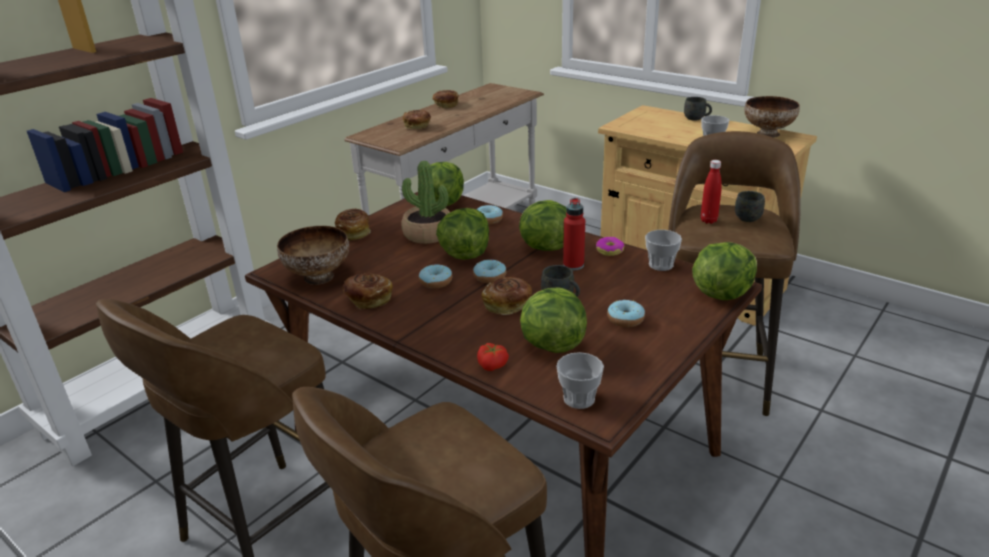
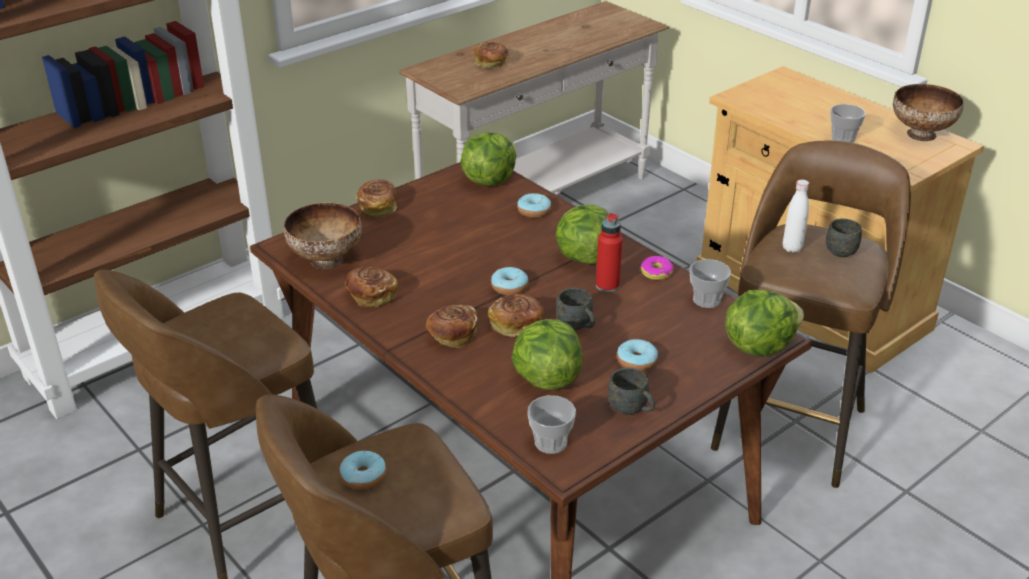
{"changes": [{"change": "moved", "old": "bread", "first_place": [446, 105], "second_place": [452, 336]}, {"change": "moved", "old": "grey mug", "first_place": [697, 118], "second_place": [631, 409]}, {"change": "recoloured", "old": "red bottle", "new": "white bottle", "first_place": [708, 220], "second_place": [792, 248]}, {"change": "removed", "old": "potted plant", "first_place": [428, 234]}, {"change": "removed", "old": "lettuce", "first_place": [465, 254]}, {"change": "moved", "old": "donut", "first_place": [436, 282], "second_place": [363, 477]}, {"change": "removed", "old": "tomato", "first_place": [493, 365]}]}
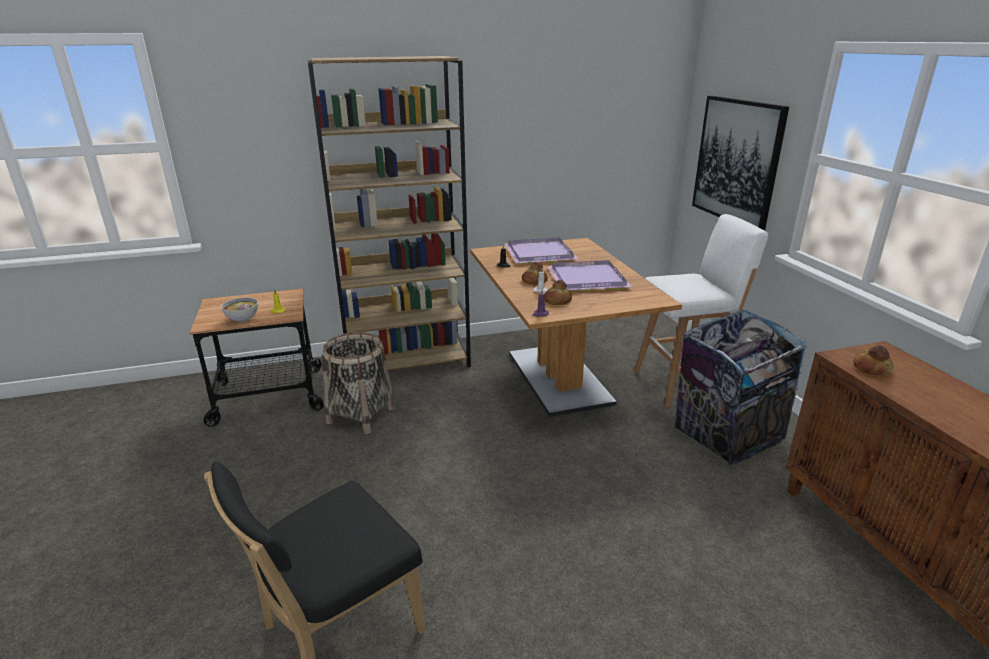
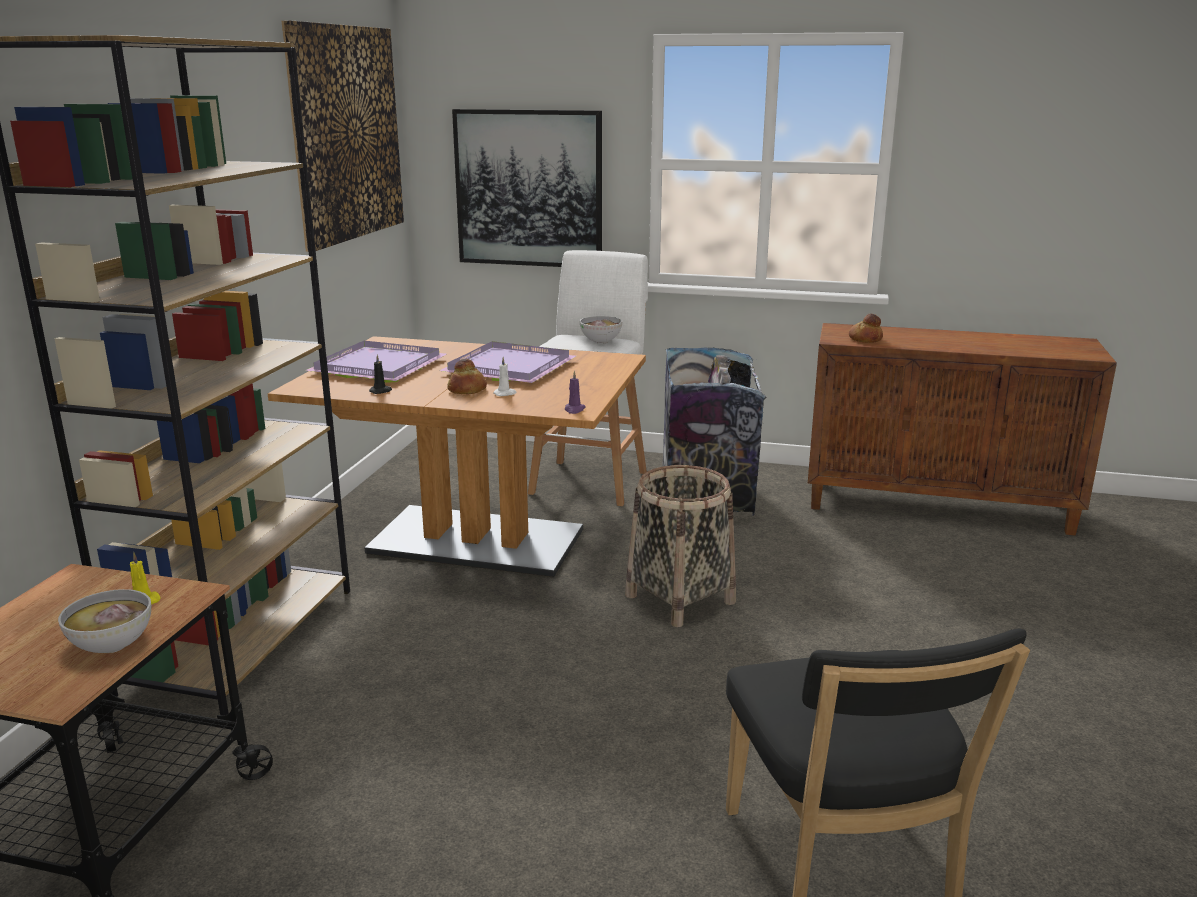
{"changes": [{"change": "removed", "old": "bread", "first_place": [557, 301]}, {"change": "moved", "old": "basket", "first_place": [361, 415], "second_place": [680, 598]}, {"change": "added", "new": "picture", "second_place": [346, 134]}, {"change": "added", "new": "bowl", "second_place": [601, 341]}]}
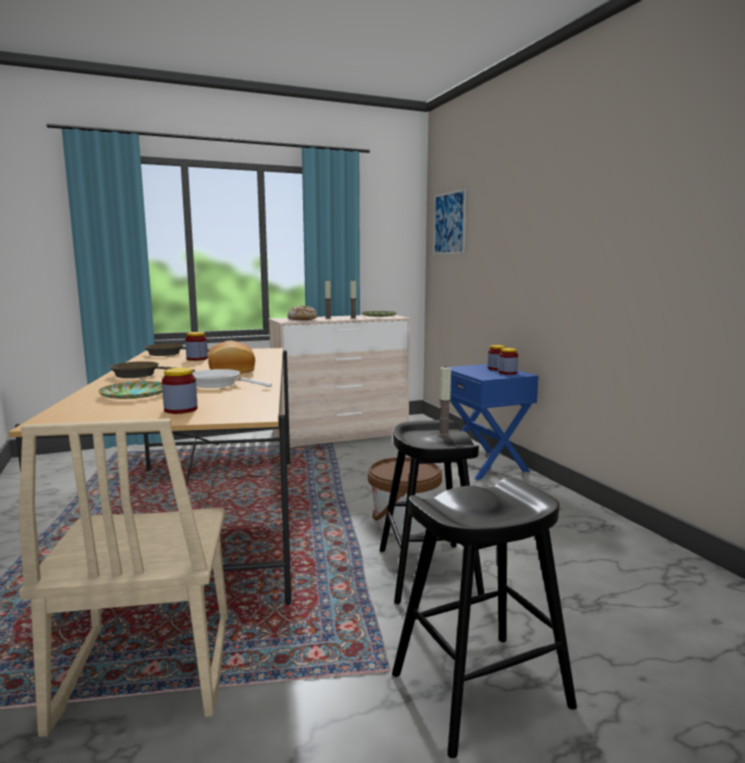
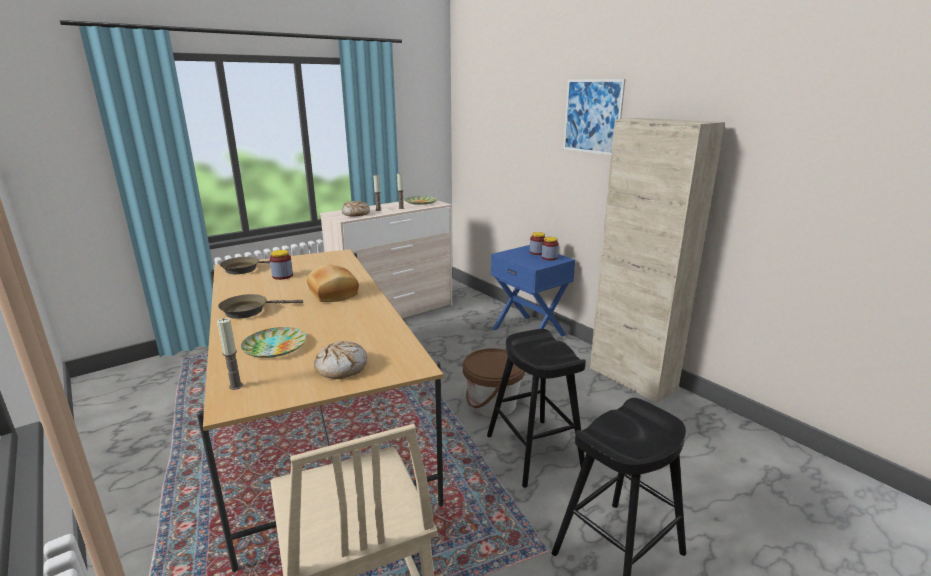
{"changes": [{"change": "moved", "old": "picture", "first_place": [449, 223], "second_place": [592, 116]}, {"change": "moved", "old": "candle", "first_place": [444, 433], "second_place": [236, 386]}, {"change": "replaced", "old": "jar", "new": "bread", "first_place": [181, 410], "second_place": [342, 367]}, {"change": "removed", "old": "white frying pan", "first_place": [219, 384]}, {"change": "added", "new": "beige cabinet", "second_place": [632, 379]}]}
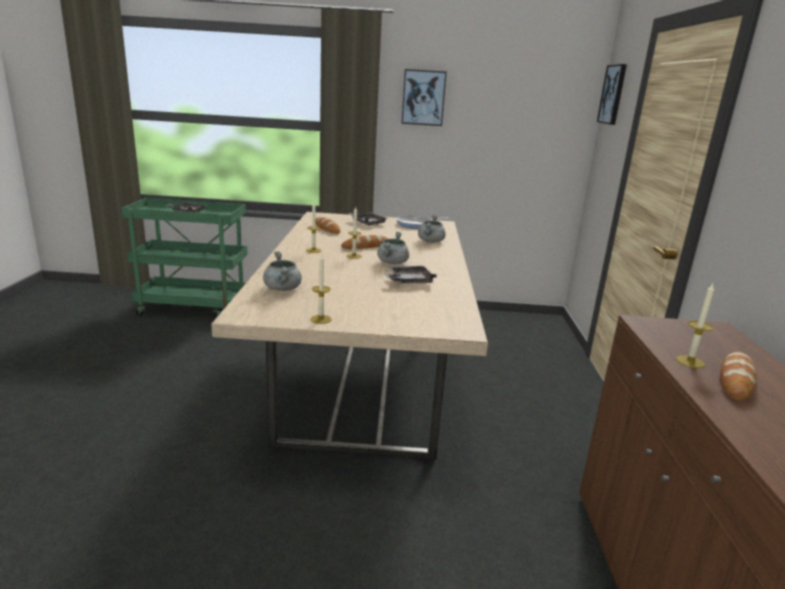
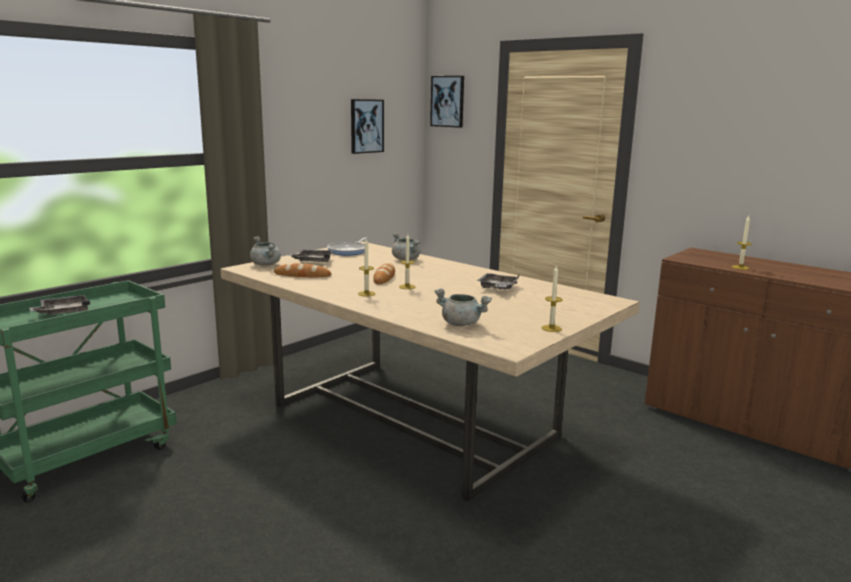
{"changes": [{"change": "moved", "old": "picture", "first_place": [423, 97], "second_place": [366, 126]}, {"change": "moved", "old": "grey cooking pot", "first_place": [393, 263], "second_place": [266, 264]}, {"change": "removed", "old": "bread", "first_place": [736, 380]}]}
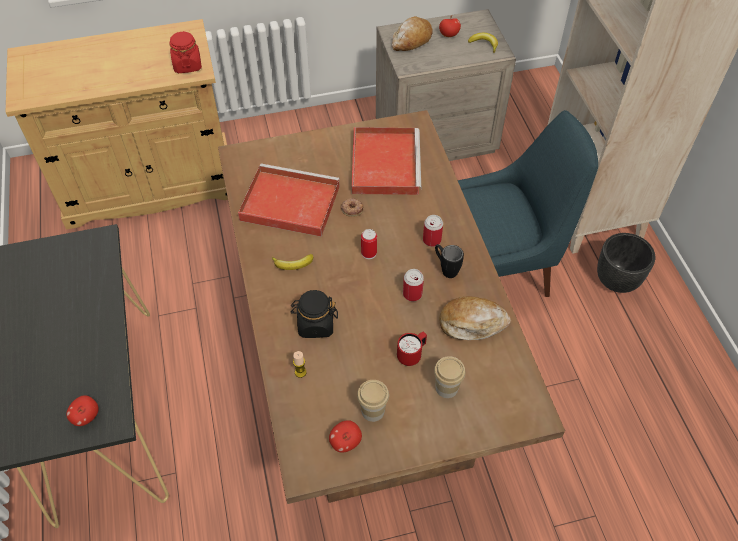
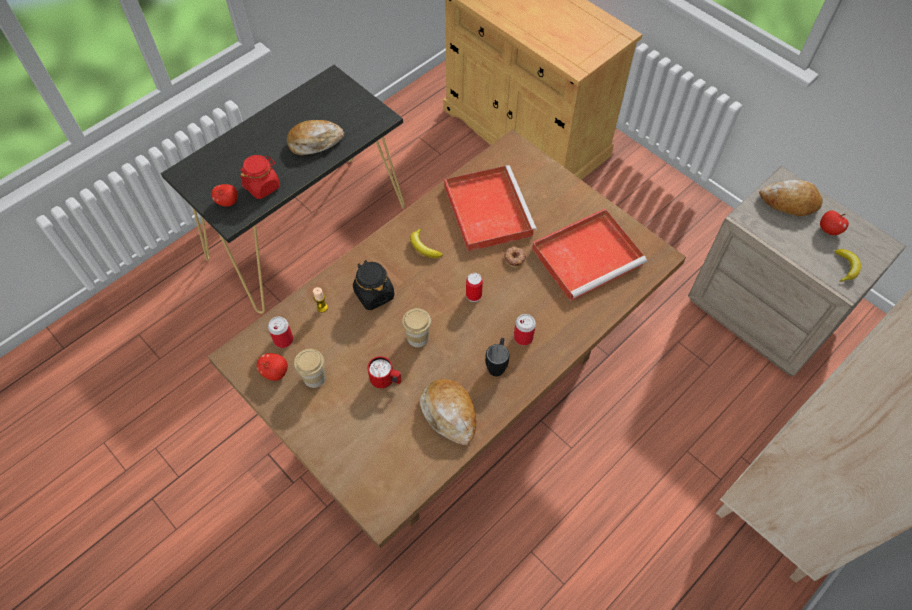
{"changes": [{"change": "moved", "old": "red jar", "first_place": [187, 65], "second_place": [262, 186]}, {"change": "removed", "old": "blue chair", "first_place": [501, 267]}, {"change": "removed", "old": "black planter", "first_place": [616, 281]}, {"change": "moved", "old": "can", "first_place": [412, 294], "second_place": [283, 340]}, {"change": "moved", "old": "cup", "first_place": [446, 388], "second_place": [417, 338]}, {"change": "added", "new": "bread", "second_place": [315, 142]}]}
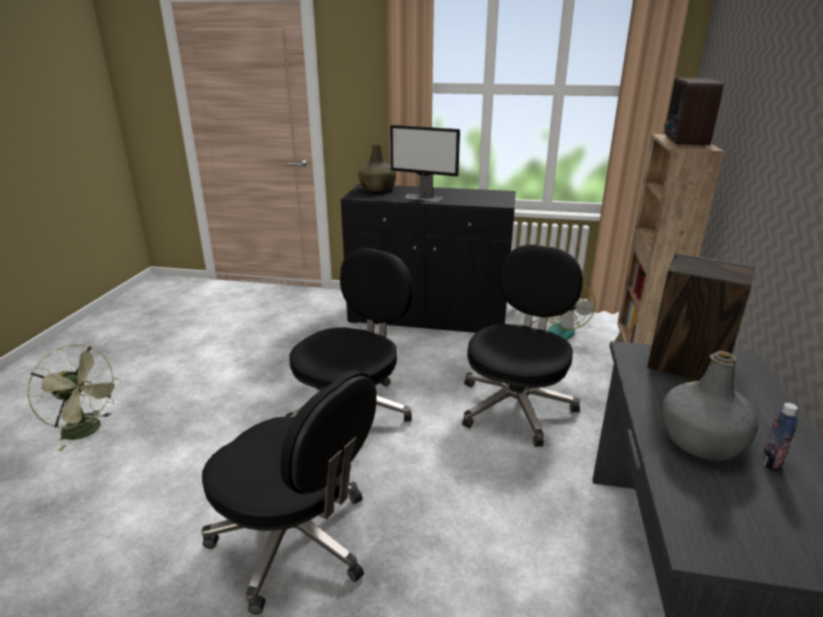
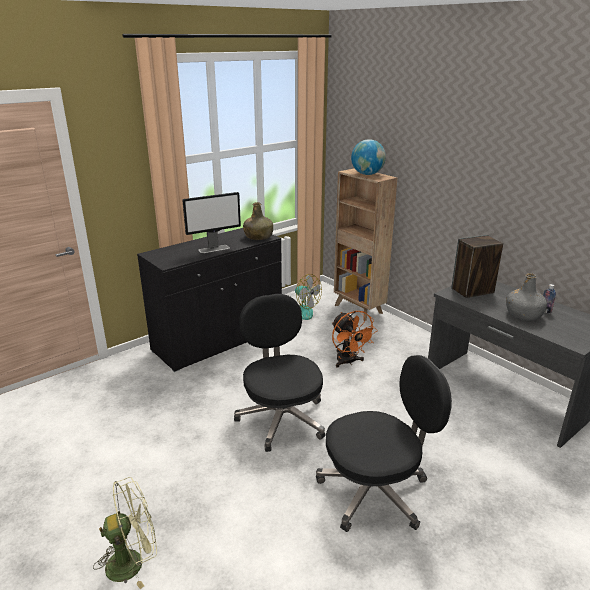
{"changes": [{"change": "replaced", "old": "radio", "new": "globe", "first_place": [684, 141], "second_place": [367, 174]}, {"change": "moved", "old": "green bottle", "first_place": [378, 189], "second_place": [258, 237]}, {"change": "replaced", "old": "black office chair", "new": "orange fan", "first_place": [516, 406], "second_place": [348, 362]}]}
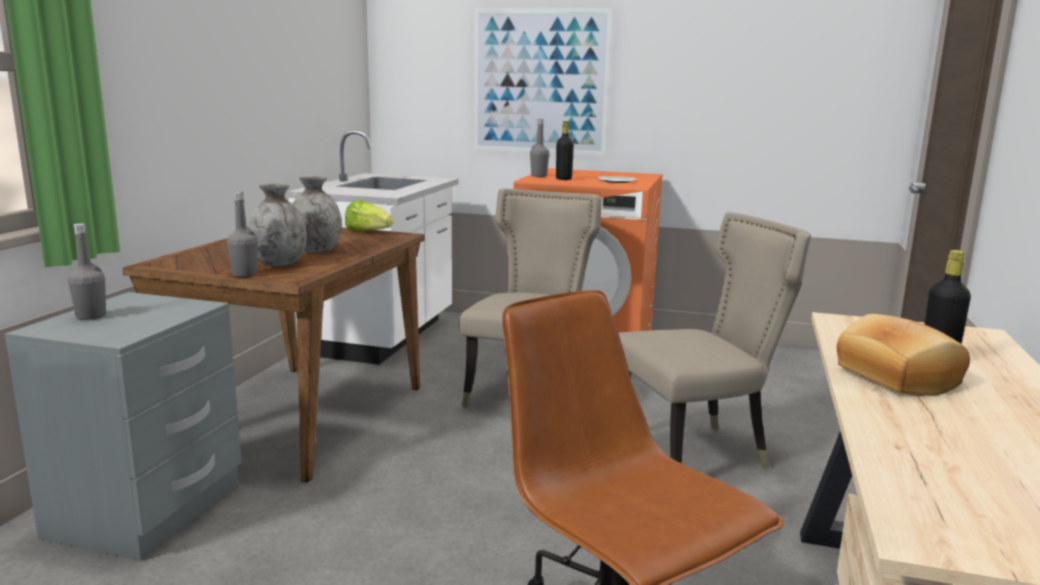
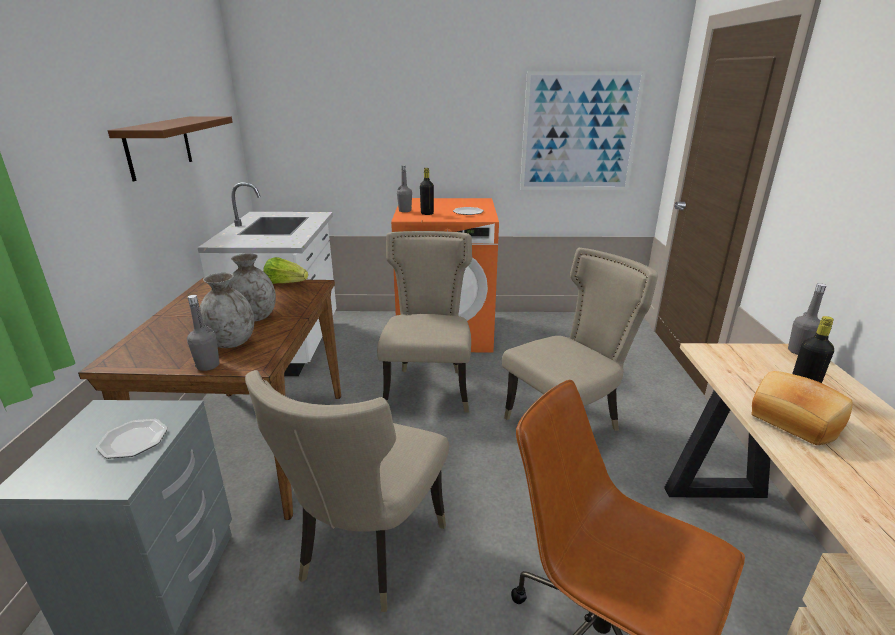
{"changes": [{"change": "moved", "old": "picture", "first_place": [540, 81], "second_place": [579, 133]}, {"change": "moved", "old": "grey bottle", "first_place": [91, 316], "second_place": [799, 351]}, {"change": "added", "new": "brown shelf", "second_place": [159, 146]}, {"change": "added", "new": "beige chair", "second_place": [366, 553]}, {"change": "added", "new": "plate", "second_place": [133, 440]}]}
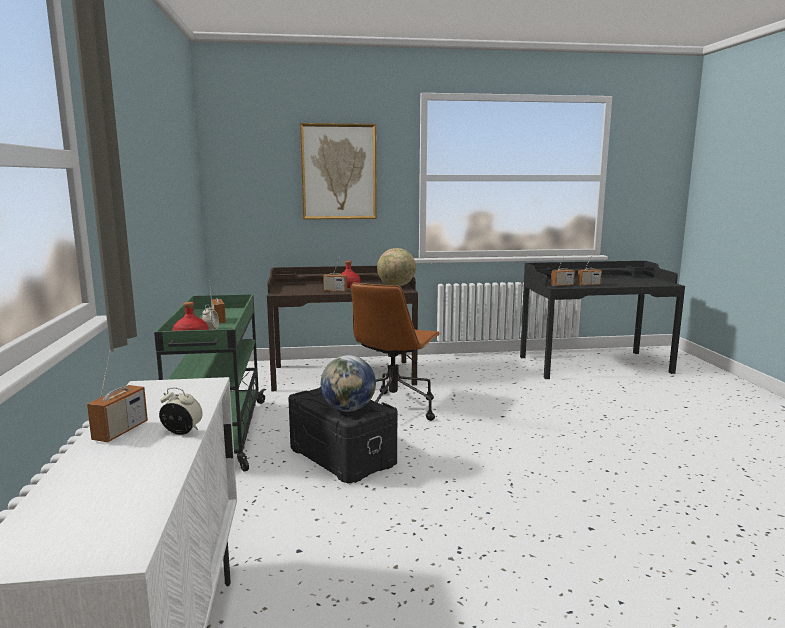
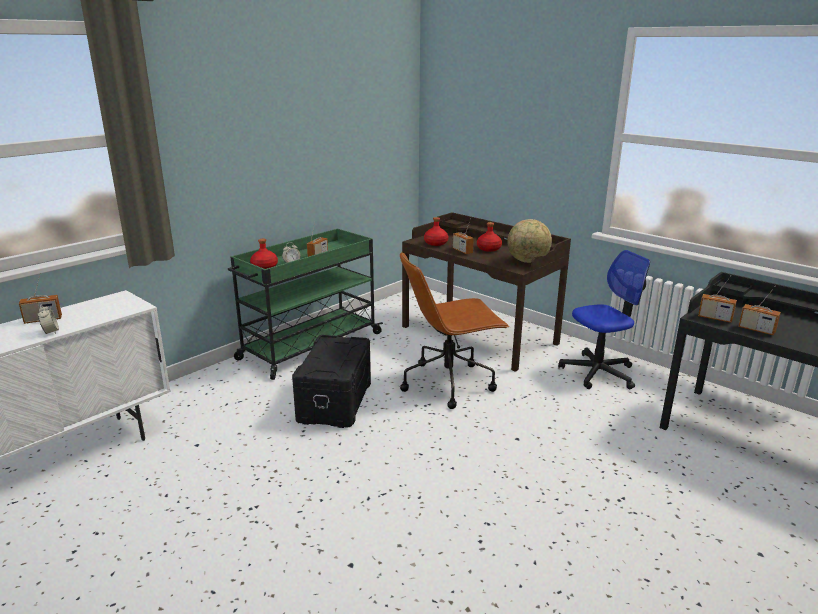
{"changes": [{"change": "removed", "old": "picture", "first_place": [339, 172]}, {"change": "removed", "old": "globe", "first_place": [349, 409]}, {"change": "added", "new": "red bottle", "second_place": [435, 243]}, {"change": "added", "new": "office chair", "second_place": [598, 372]}]}
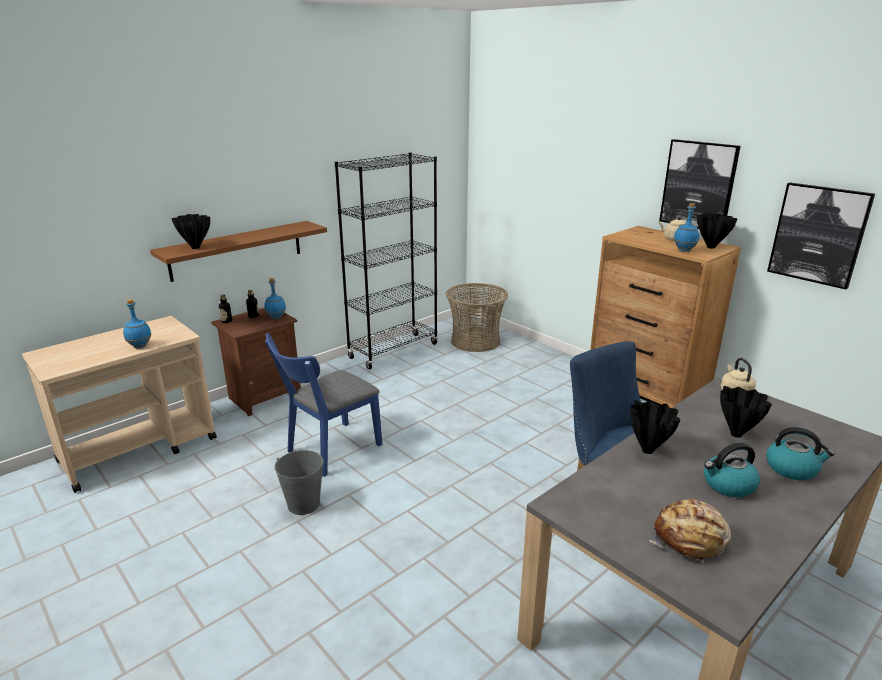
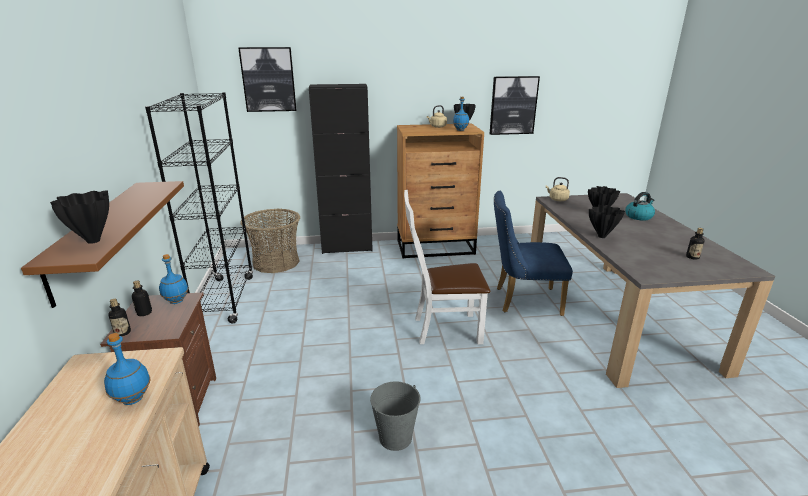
{"changes": [{"change": "moved", "old": "picture", "first_place": [698, 185], "second_place": [268, 79]}, {"change": "removed", "old": "blue chair", "first_place": [329, 451]}, {"change": "removed", "old": "kettle", "first_place": [728, 485]}, {"change": "replaced", "old": "bread", "new": "bottle", "first_place": [690, 539], "second_place": [692, 257]}, {"change": "added", "new": "black cabinet", "second_place": [347, 248]}, {"change": "added", "new": "white chair", "second_place": [442, 329]}]}
